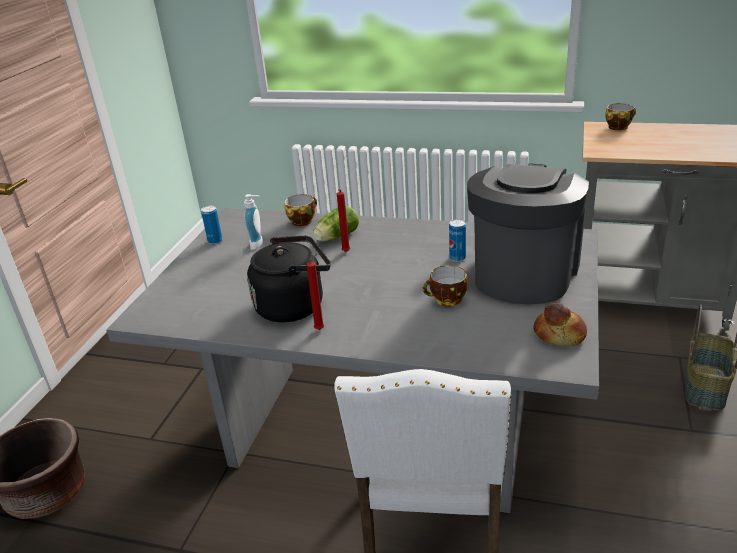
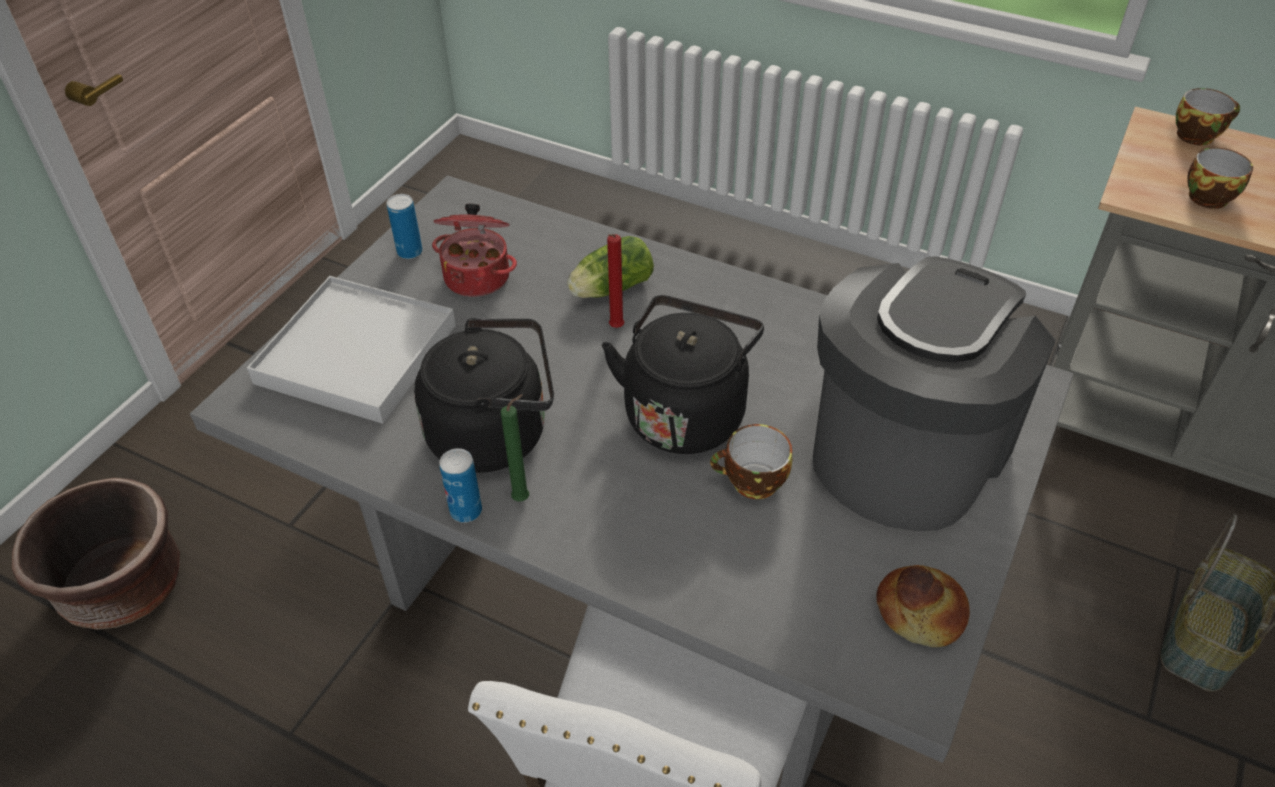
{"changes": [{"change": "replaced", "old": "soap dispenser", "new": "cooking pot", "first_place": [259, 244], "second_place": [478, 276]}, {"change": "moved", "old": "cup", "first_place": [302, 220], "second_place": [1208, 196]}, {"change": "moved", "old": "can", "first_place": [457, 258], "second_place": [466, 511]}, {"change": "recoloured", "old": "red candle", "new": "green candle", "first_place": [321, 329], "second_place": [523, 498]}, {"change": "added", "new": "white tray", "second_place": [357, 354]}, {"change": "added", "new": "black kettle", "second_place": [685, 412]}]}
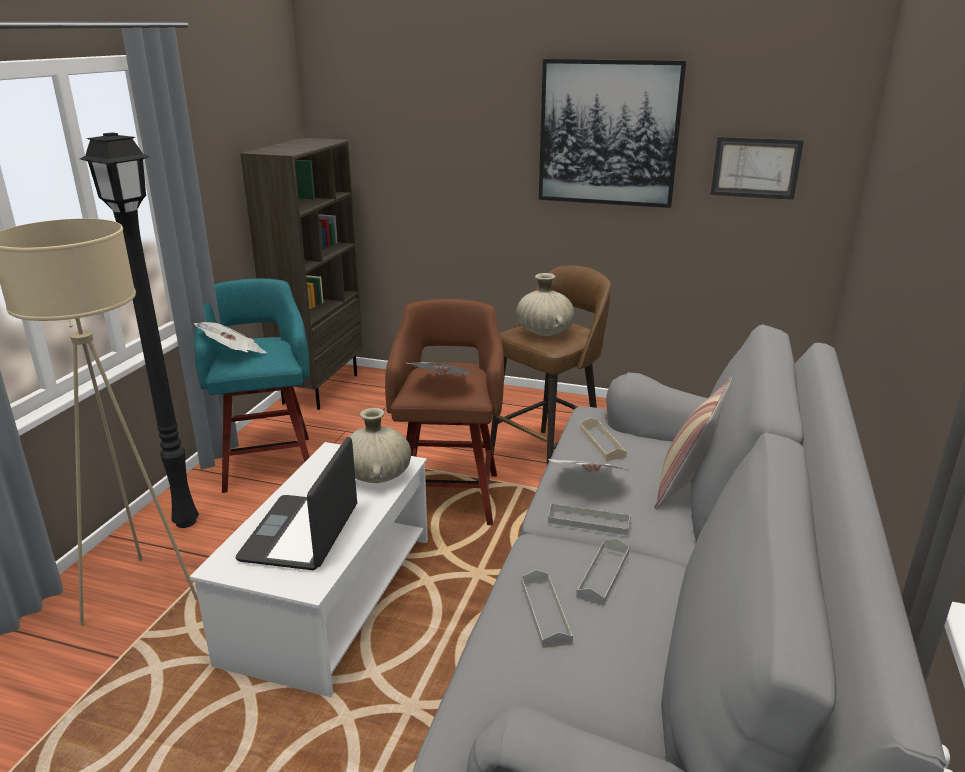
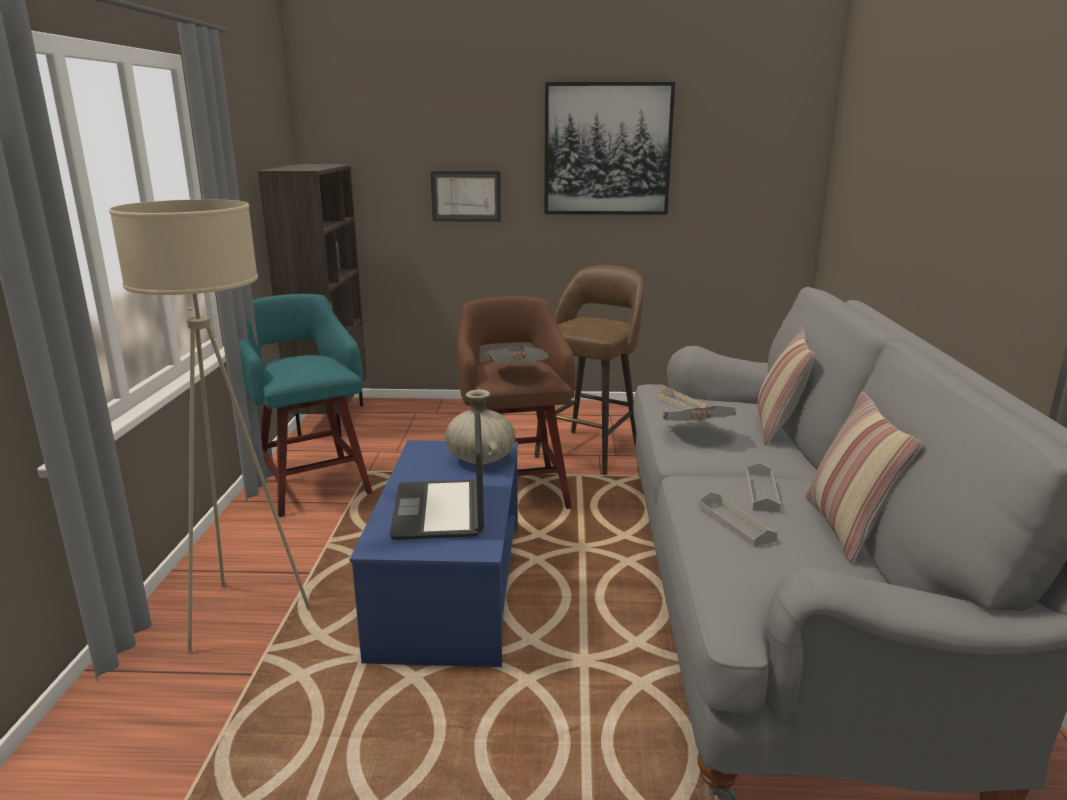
{"changes": [{"change": "removed", "old": "black floor lamp", "first_place": [186, 520]}, {"change": "moved", "old": "picture", "first_place": [755, 167], "second_place": [466, 196]}, {"change": "removed", "old": "beige vase", "first_place": [544, 332]}, {"change": "removed", "old": "newspaper", "first_place": [234, 354]}, {"change": "recoloured", "old": "white coffee table", "new": "blue coffee table", "first_place": [330, 599], "second_place": [450, 589]}, {"change": "removed", "old": "grey tray", "first_place": [589, 522]}, {"change": "added", "new": "pillow", "second_place": [846, 528]}]}
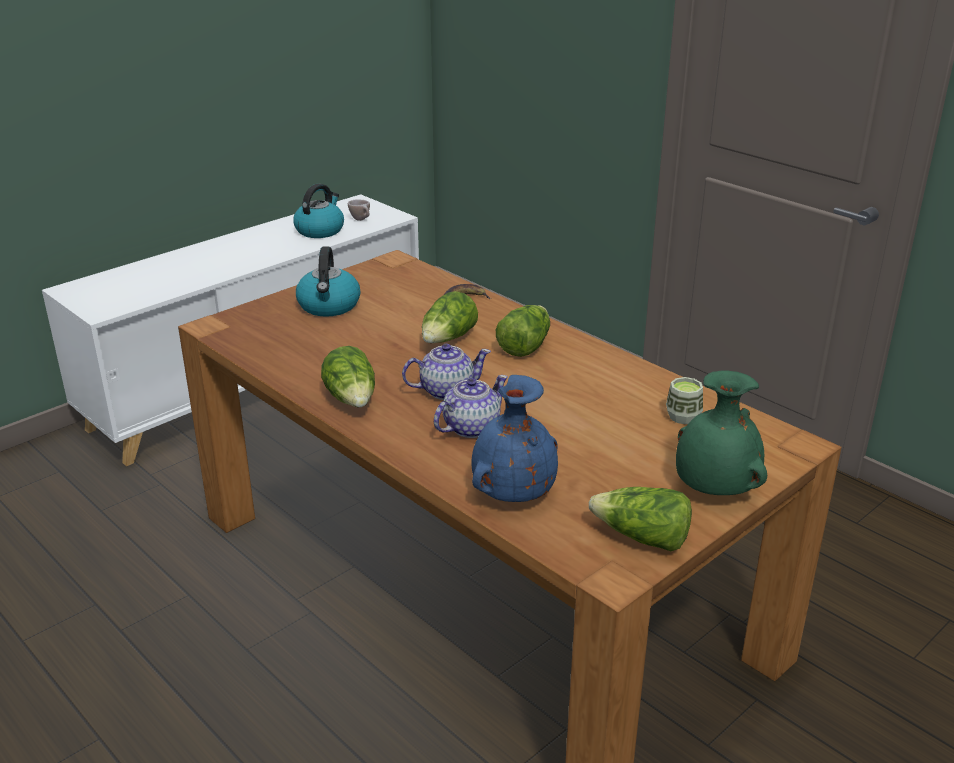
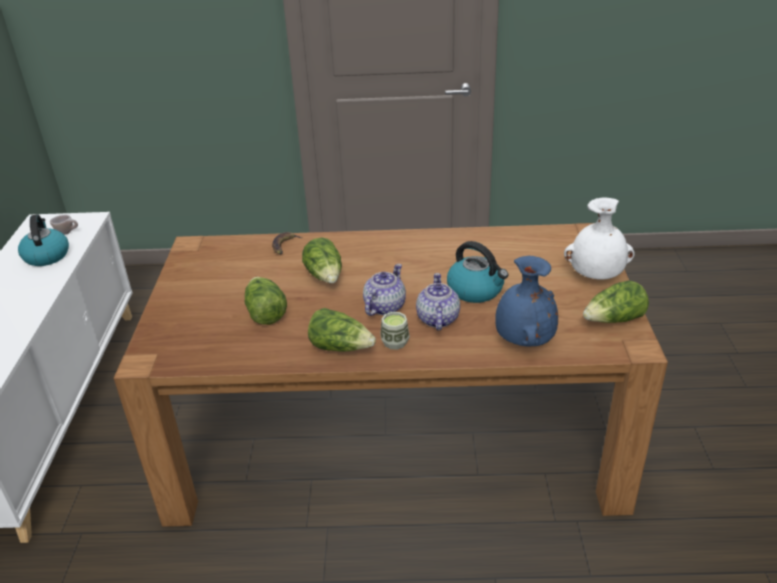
{"changes": [{"change": "moved", "old": "kettle", "first_place": [329, 306], "second_place": [476, 290]}, {"change": "moved", "old": "lettuce", "first_place": [524, 345], "second_place": [265, 312]}, {"change": "recoloured", "old": "green vase", "new": "white vase", "first_place": [714, 489], "second_place": [596, 275]}, {"change": "moved", "old": "cup", "first_place": [683, 416], "second_place": [395, 342]}]}
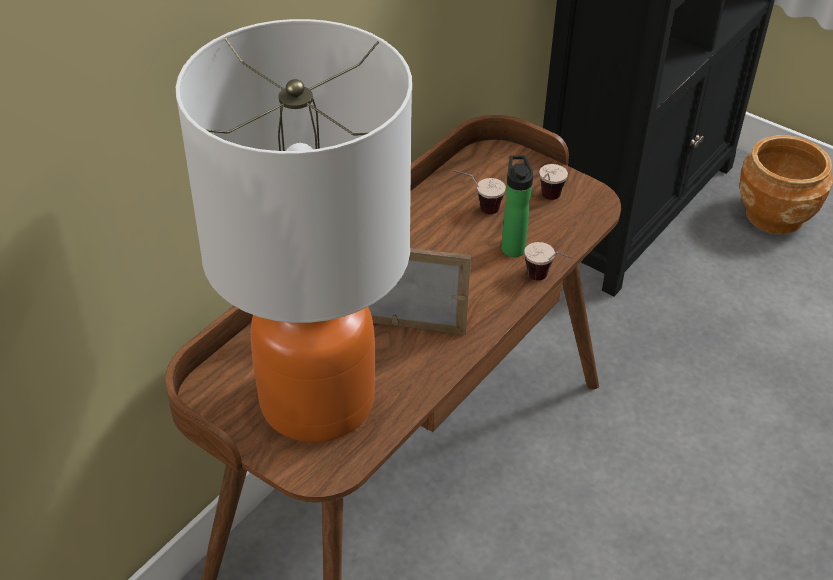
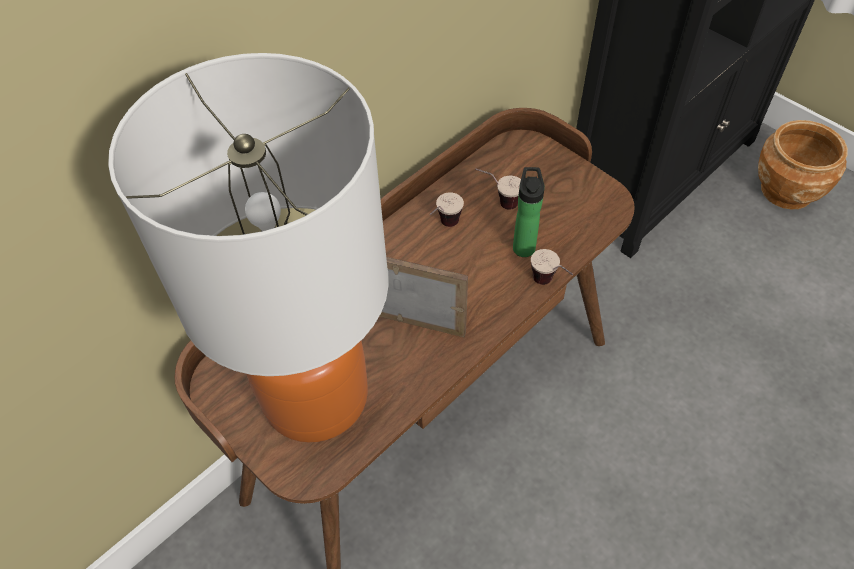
{"changes": [{"change": "moved", "old": "cup", "first_place": [547, 201], "second_place": [444, 227]}]}
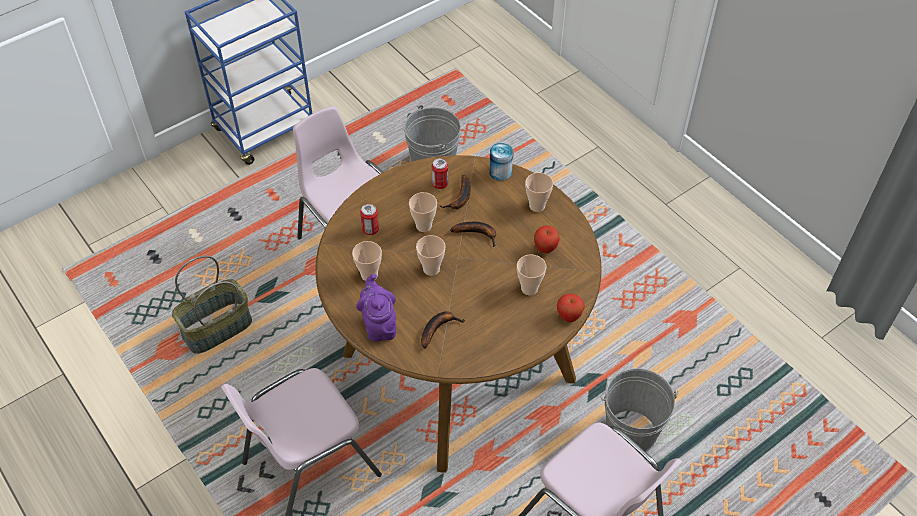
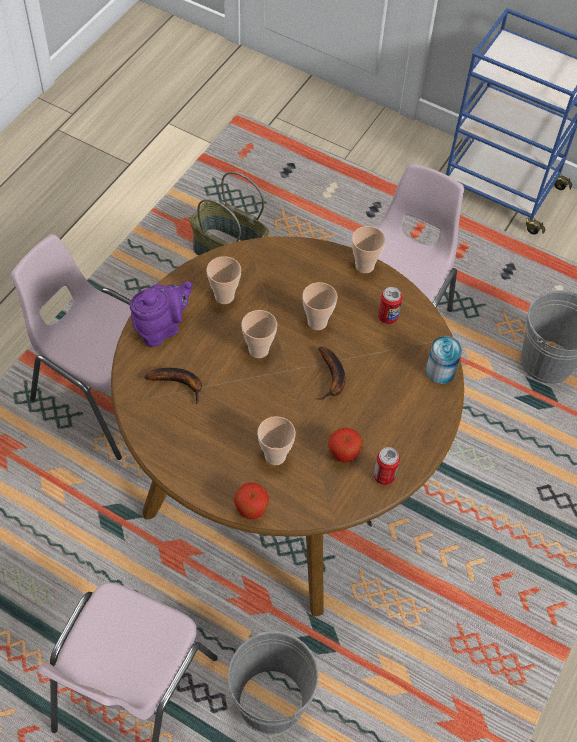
{"changes": [{"change": "moved", "old": "cup", "first_place": [537, 206], "second_place": [364, 266]}, {"change": "removed", "old": "banana", "first_place": [460, 198]}, {"change": "moved", "old": "can", "first_place": [370, 230], "second_place": [384, 476]}]}
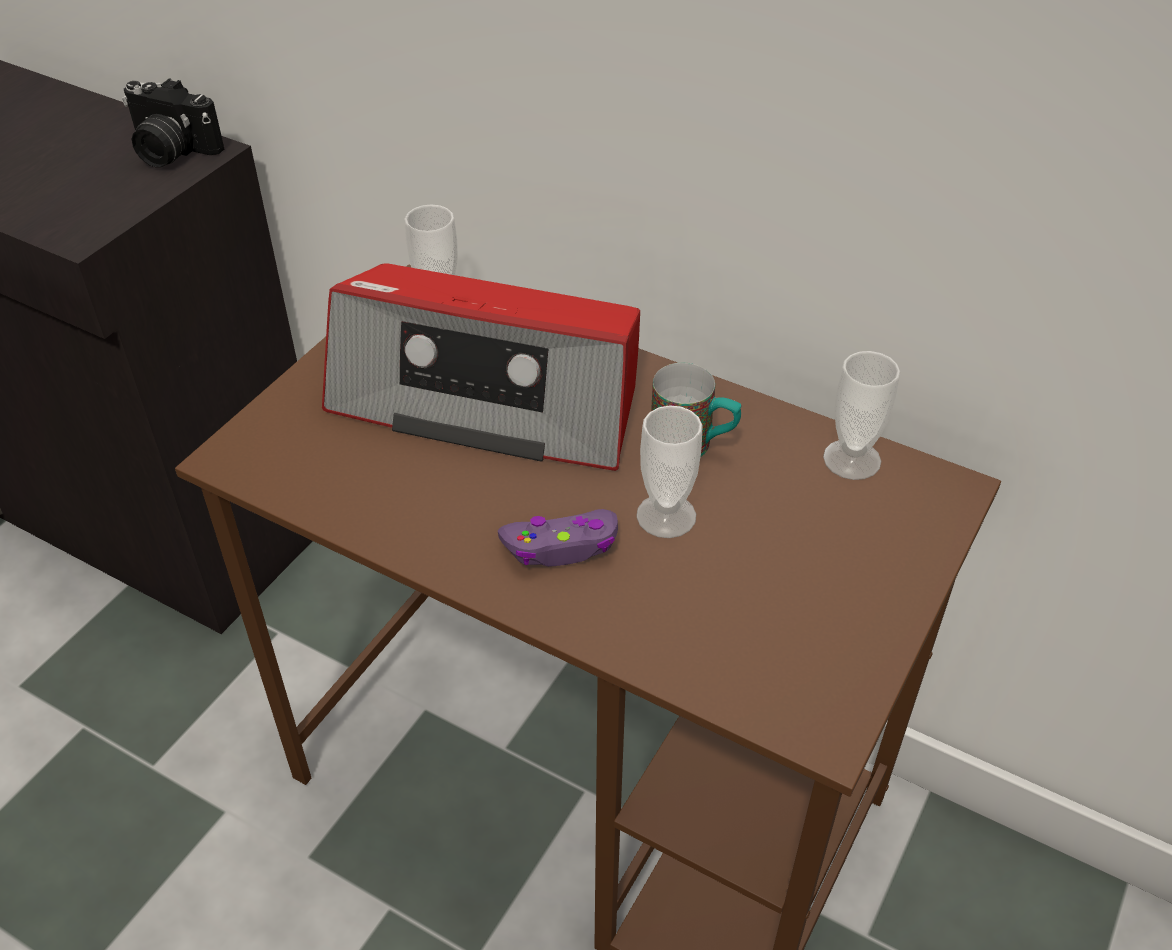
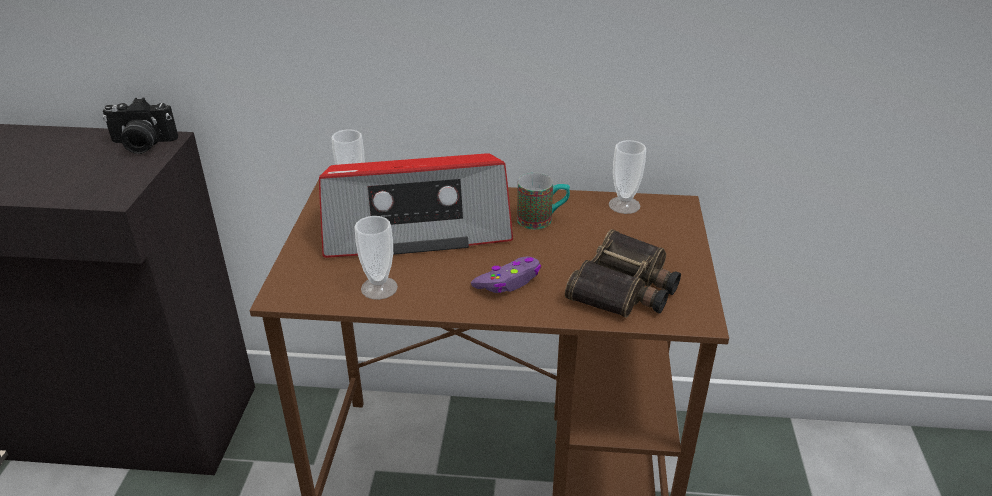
{"changes": [{"change": "moved", "old": "cup", "first_place": [666, 516], "second_place": [379, 288]}, {"change": "added", "new": "binoculars", "second_place": [625, 287]}]}
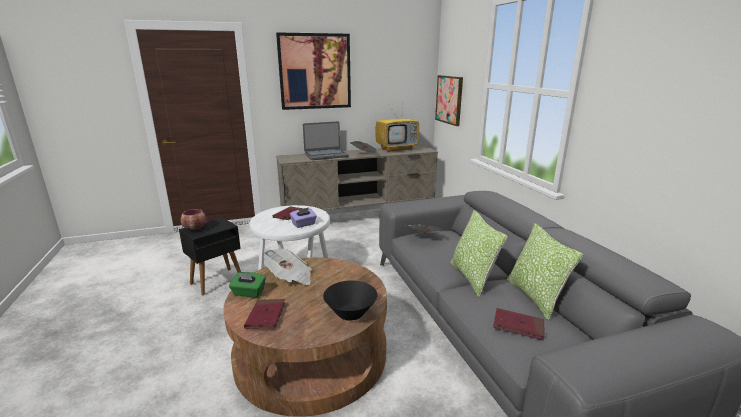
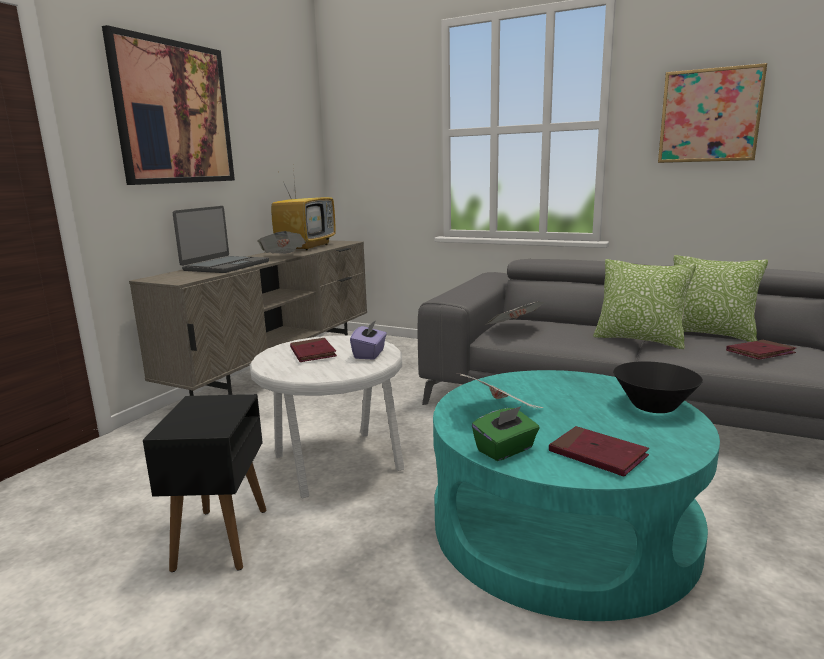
{"changes": [{"change": "moved", "old": "picture", "first_place": [449, 99], "second_place": [709, 116]}, {"change": "removed", "old": "bowl", "first_place": [195, 229]}, {"change": "recoloured", "old": "brown coffee table", "new": "turquoise coffee table", "first_place": [311, 353], "second_place": [562, 524]}]}
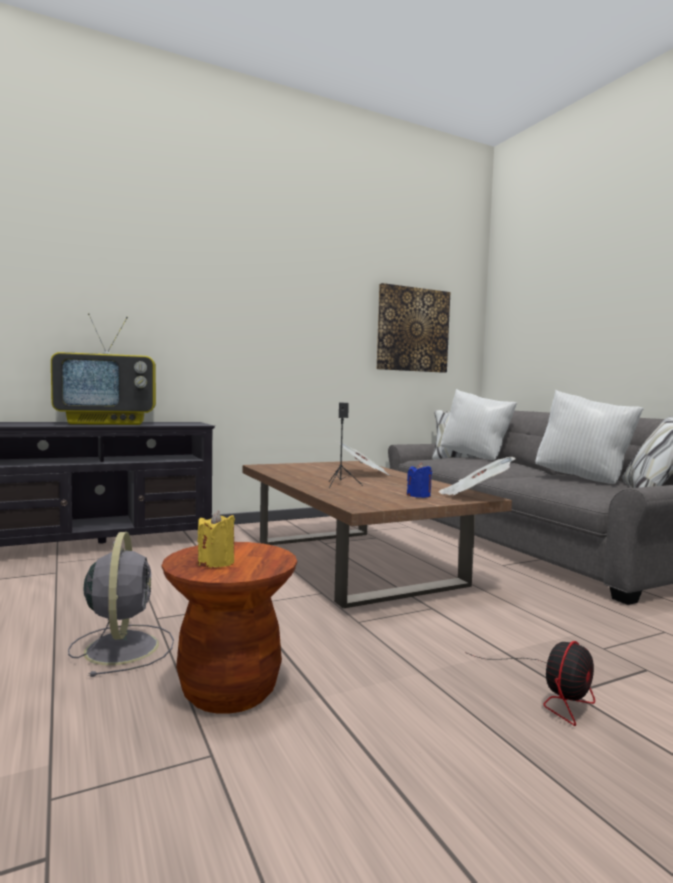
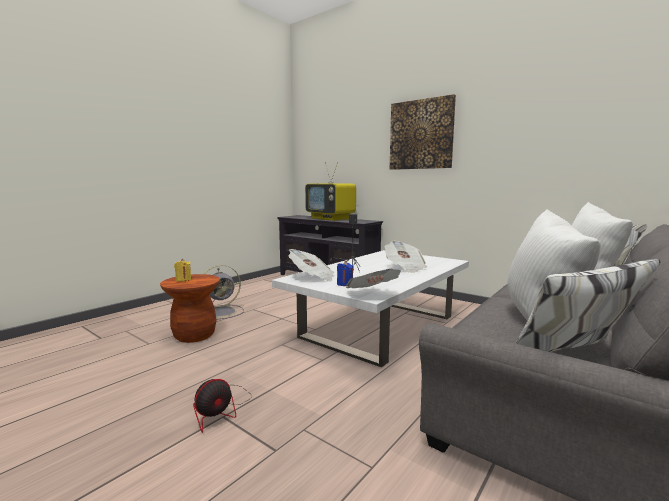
{"changes": [{"change": "moved", "old": "picture", "first_place": [412, 329], "second_place": [421, 134]}, {"change": "recoloured", "old": "brown coffee table", "new": "white coffee table", "first_place": [356, 562], "second_place": [380, 327]}, {"change": "turned", "old": "fan", "first_place": [552, 692], "second_place": [220, 409], "degrees": -60}, {"change": "added", "new": "newspaper", "second_place": [312, 277]}]}
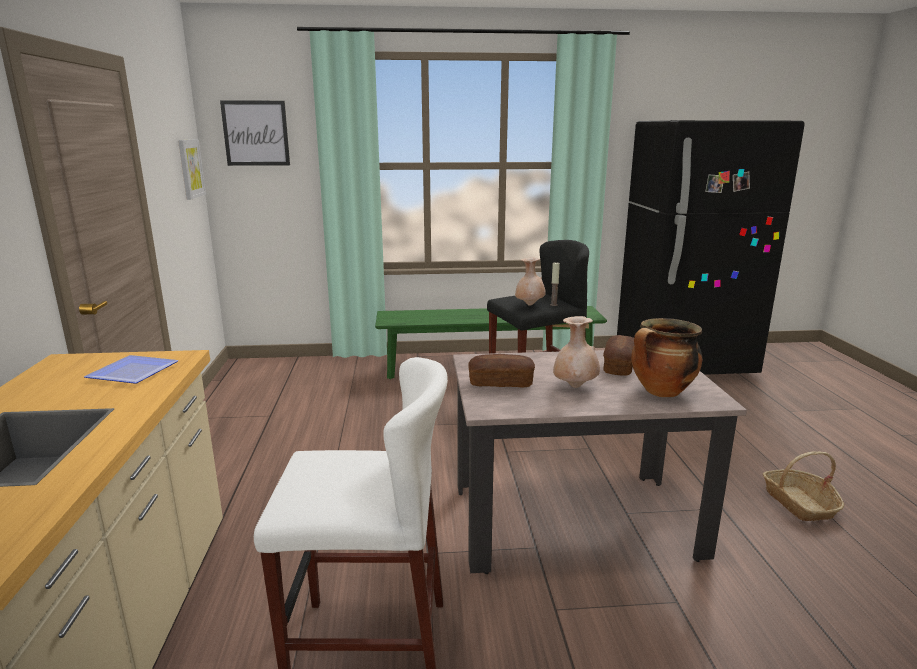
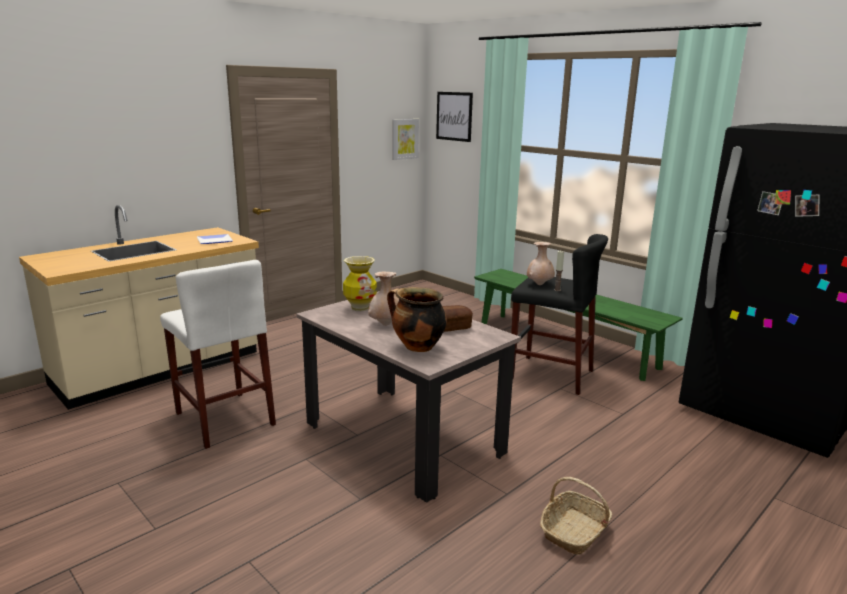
{"changes": [{"change": "replaced", "old": "bread", "new": "vase", "first_place": [501, 383], "second_place": [360, 308]}]}
